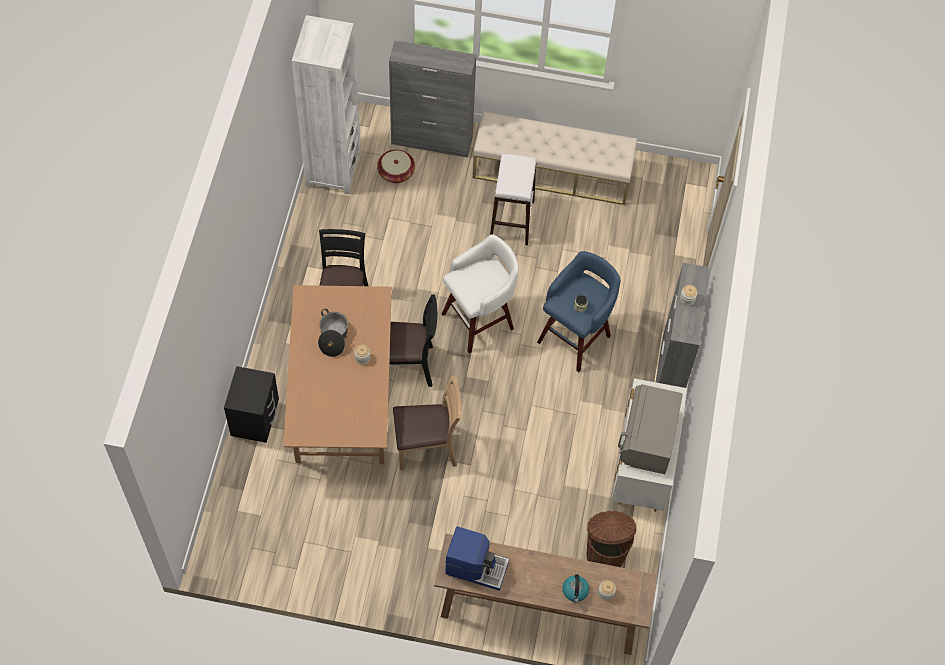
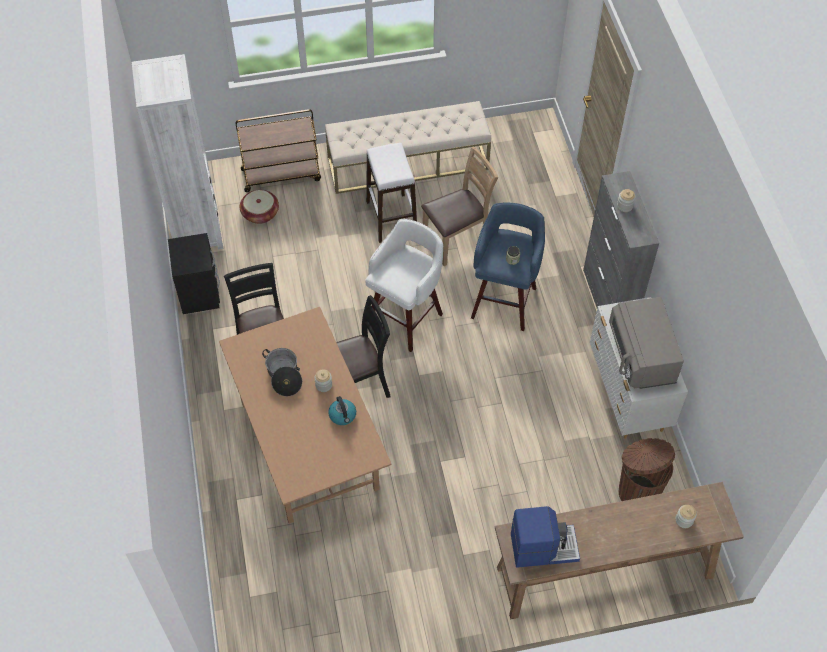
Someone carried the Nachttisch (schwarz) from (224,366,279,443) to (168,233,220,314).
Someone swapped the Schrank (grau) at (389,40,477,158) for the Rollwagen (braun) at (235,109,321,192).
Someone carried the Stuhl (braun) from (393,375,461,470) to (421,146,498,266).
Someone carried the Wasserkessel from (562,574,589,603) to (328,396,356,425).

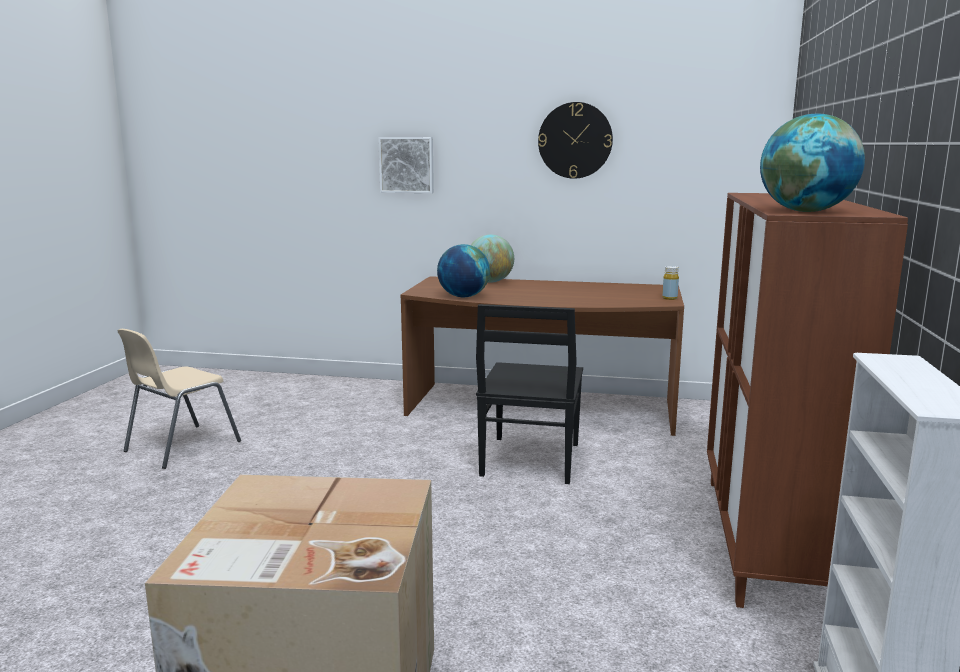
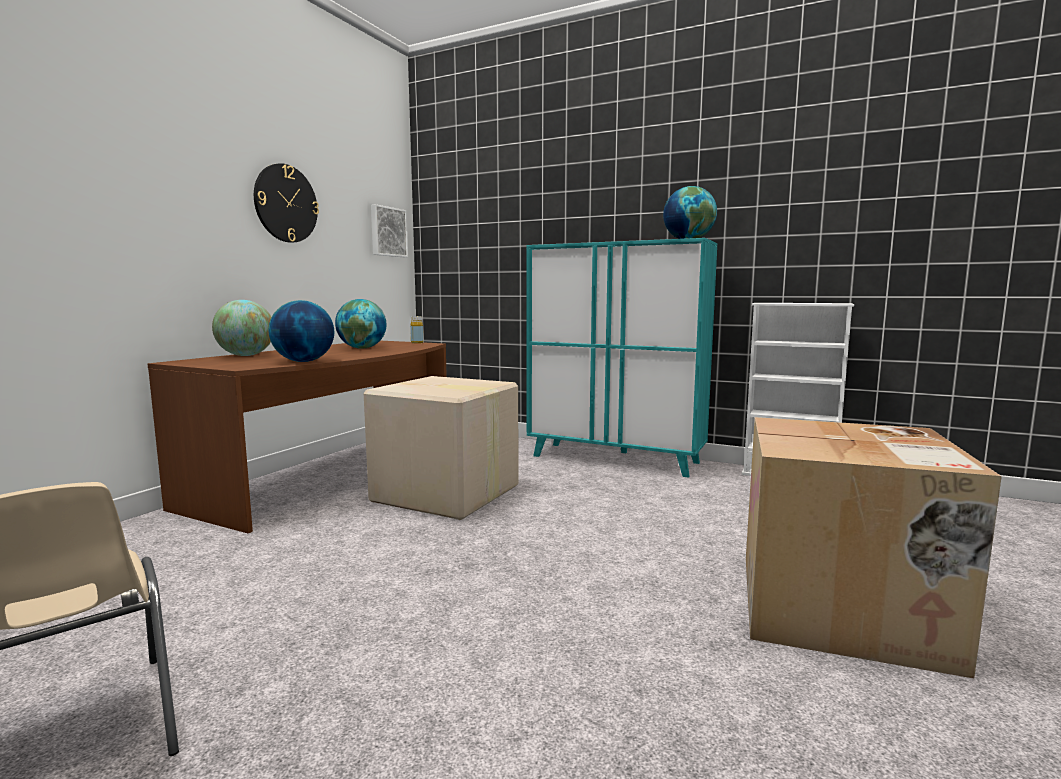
Someone carried the Bild from (378,137,434,193) to (371,204,408,257).
Someone swapped the Stuhl (schwarz) at (476,304,583,484) for the Karton at (364,376,519,520).
Someone repainted the Schrank (braun) at (707,193,908,608), which became the Schrank (türkis) at (526,238,717,478).
Someone put down the Globus at (335,299,386,349).

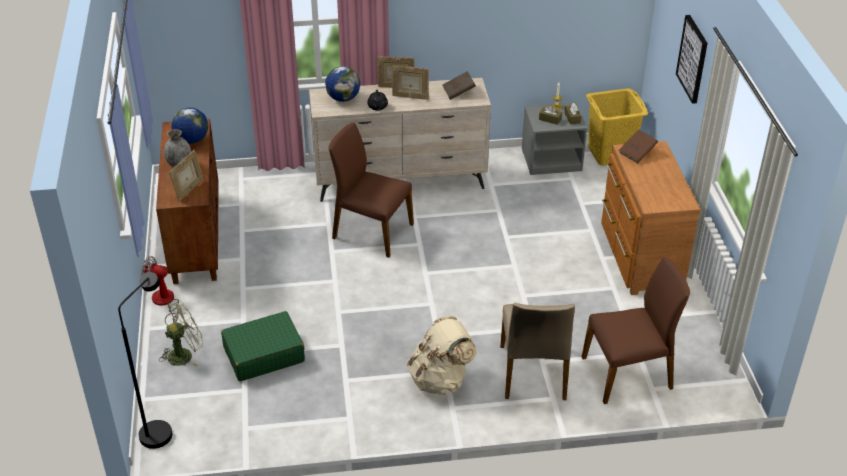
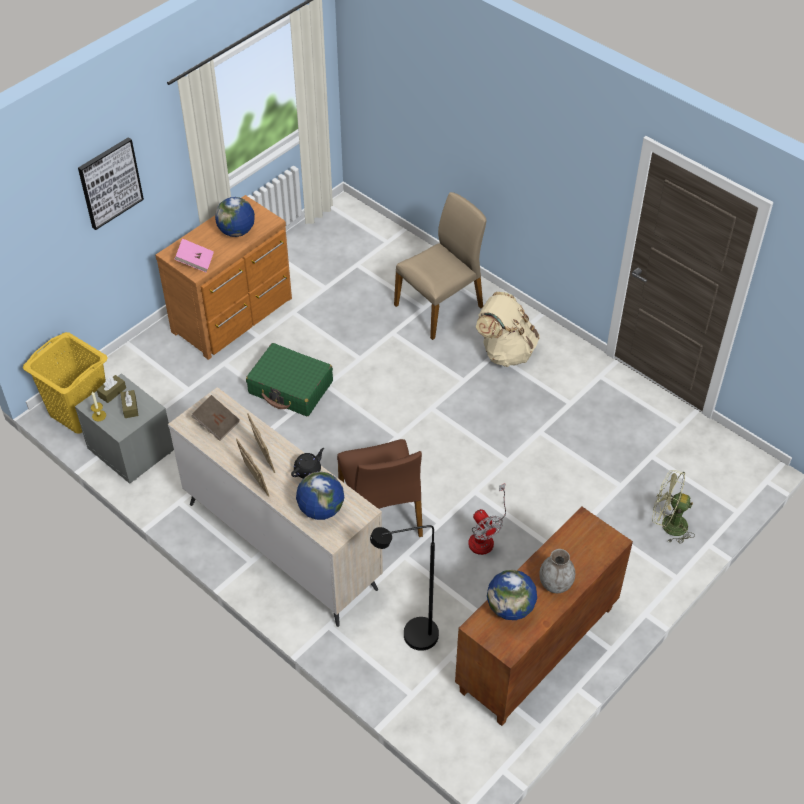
Someone carried the Stehlampe (schwarz) from (118,272,172,449) to (370,525,439,651).
Someone carried the Ventilator from (141,256,179,326) to (468,483,506,555).
Someone took away the Bilderrahmen at (169,150,204,201).
Someone carried the Koffer (grün) from (221,311,305,381) to (246,343,333,416).
Someone took away the Stuhl (braun) at (582,257,690,404).
Someone repainted the Buch (braun) at (619,129,658,164), which became the Buch (rosa) at (174,238,214,272).
Someone put down the Globus at (215,197,255,237).

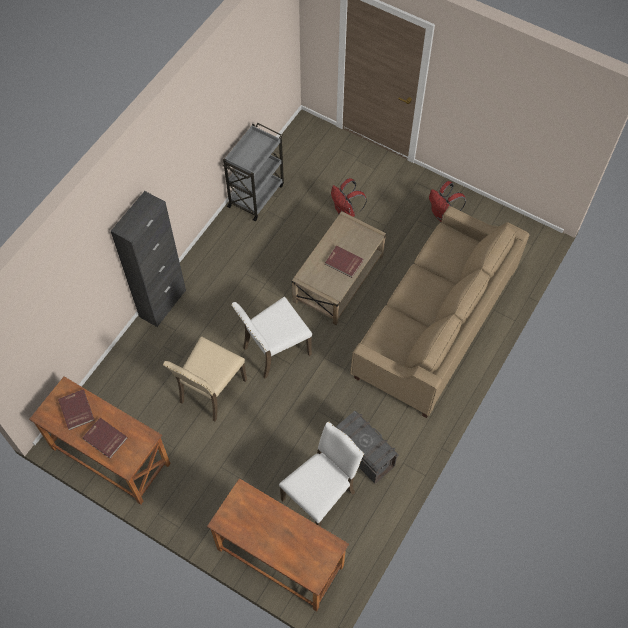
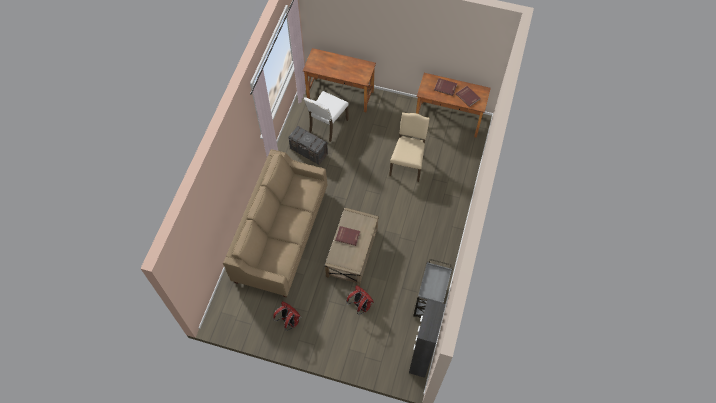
Someone carried the Schrank (schwarz) from (111,191,186,327) to (409,299,446,378).
Someone took away the Stuhl (weiß) at (231,297,312,378).

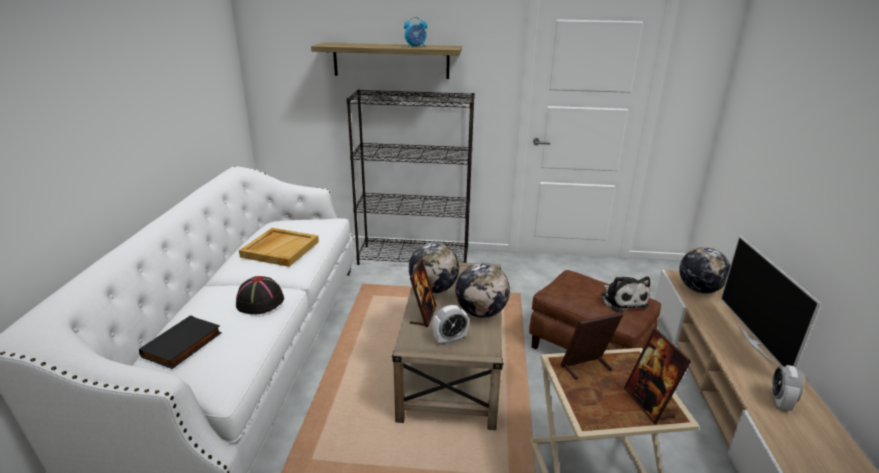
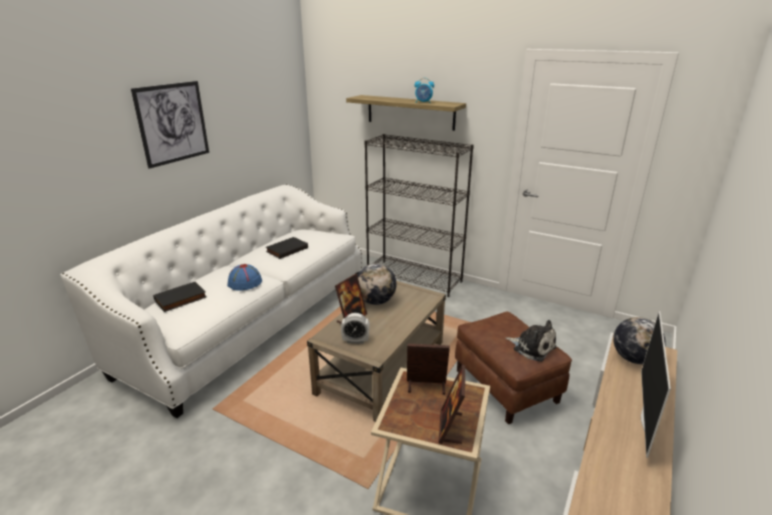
Someone repainted the Hut (schwarz) at (236,276,284,315), which became the Hut (blau) at (227,264,262,291).
Someone swapped the Tablett (beige) at (239,228,319,267) for the Buch (schwarz) at (266,237,308,259).
Someone took away the Globus at (455,263,510,318).
Someone rotated the Plüschtier at (601,276,650,312) by 60 degrees counterclockwise.
Someone took away the Wecker at (772,365,804,411).
Someone put up the Bild at (131,81,209,169).

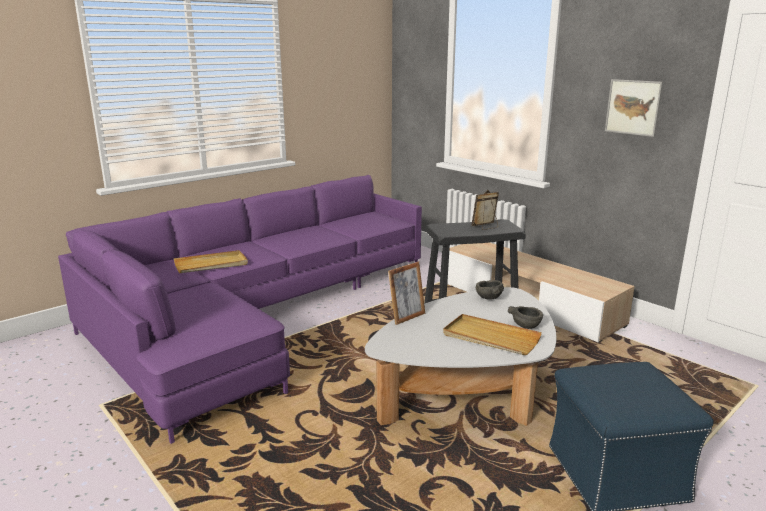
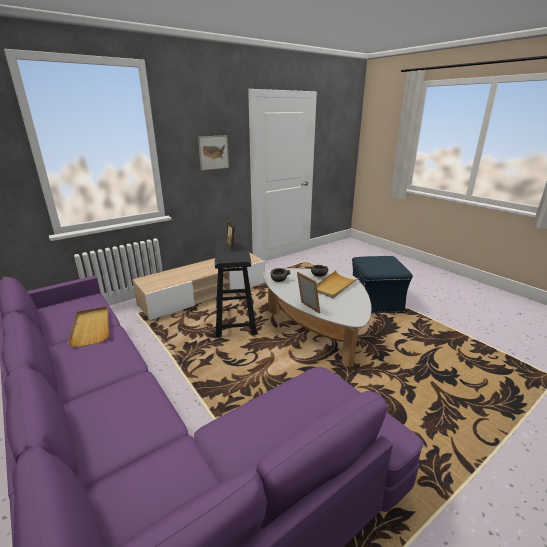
Someone carried the Tablett (beige) from (174,250,248,273) to (68,307,109,347).

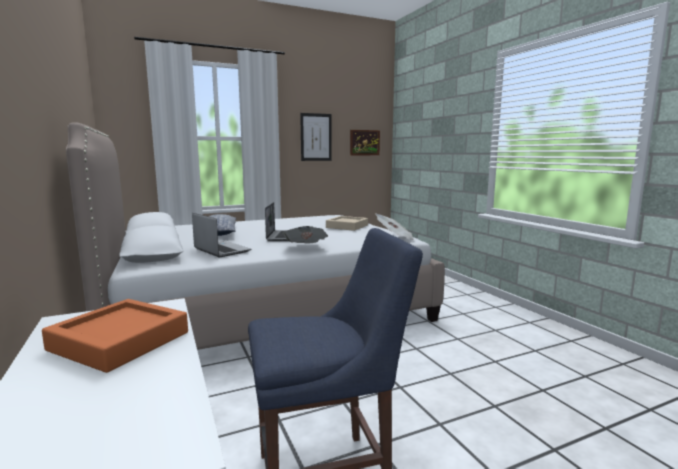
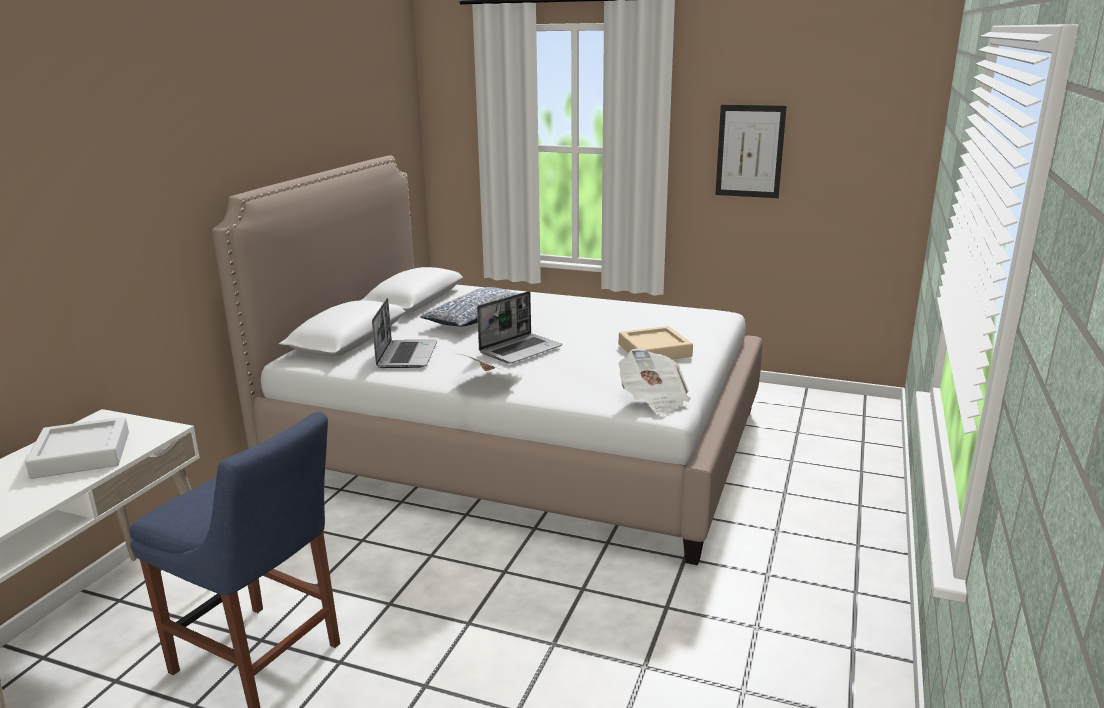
Someone repainted the Tablett (orange) at (42,299,188,373), which became the Tablett (grau) at (25,417,129,479).
Someone took away the Bild at (350,130,380,155).

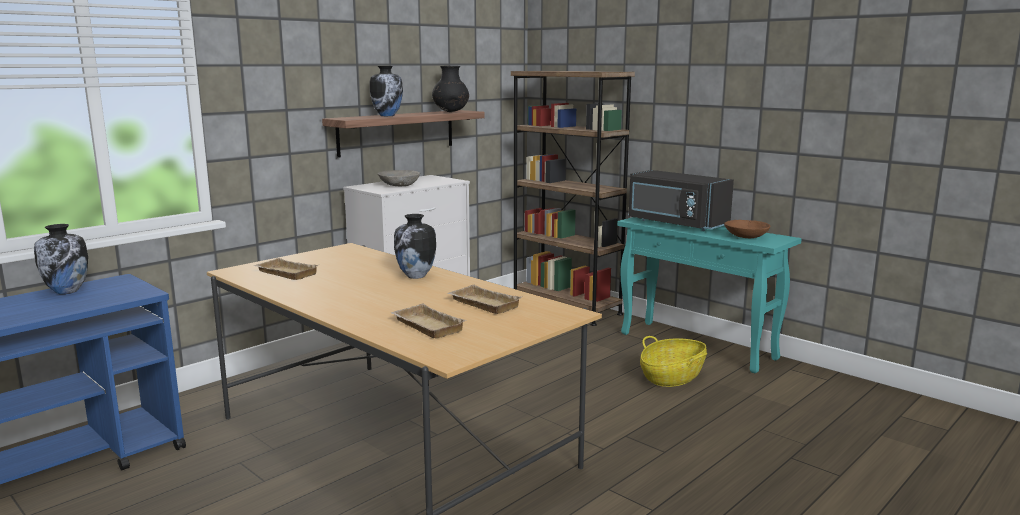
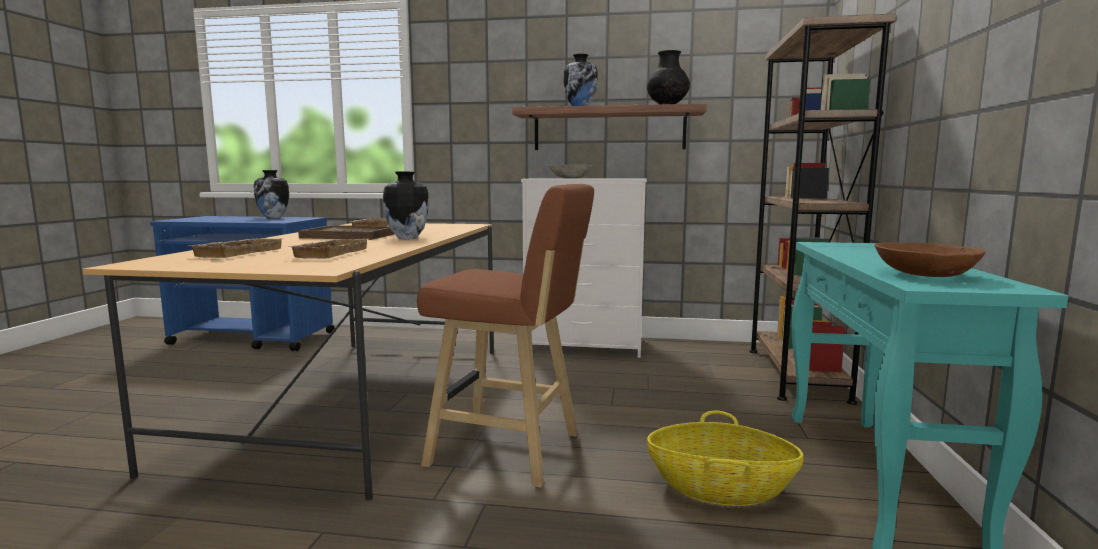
Someone took away the Mikrowelle (schwarz) at (629,170,734,231).
Someone put down the Tablett (braun) at (298,225,394,240).
Someone put down the Hocker (braun) at (417,184,594,488).

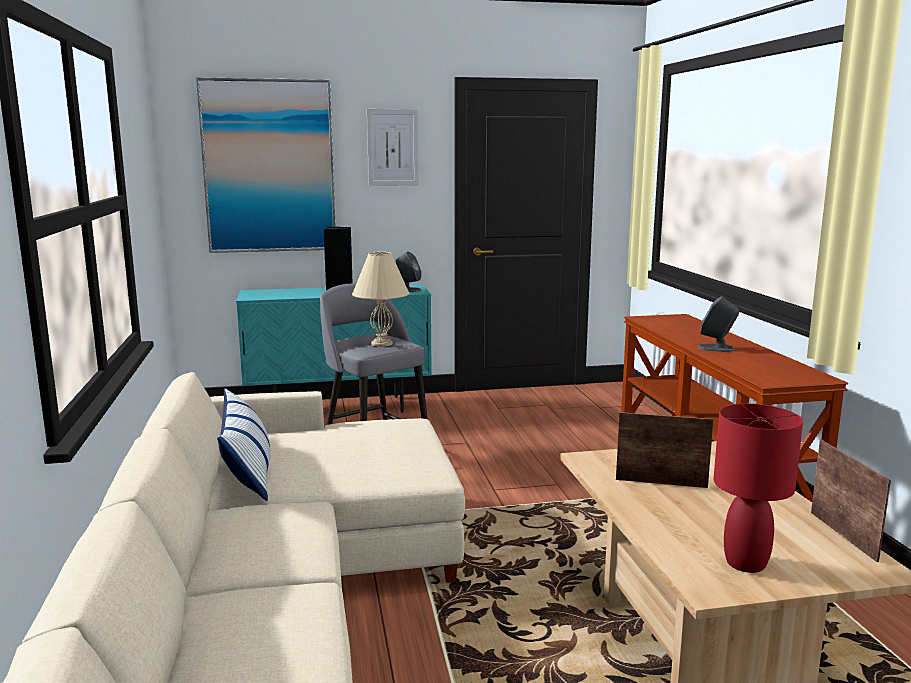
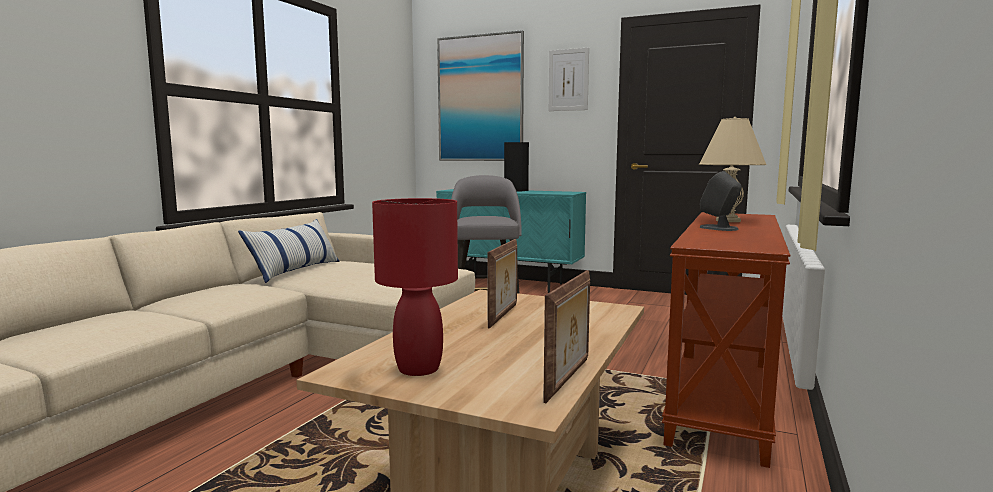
Someone carried the Tischlampe (beige) from (352,251,409,347) to (699,117,766,222).
Someone took away the Lautsprecher (grau) at (395,252,422,292).
Someone rotated the Bilderrahmen at (616,412,714,488) by 60 degrees clockwise.

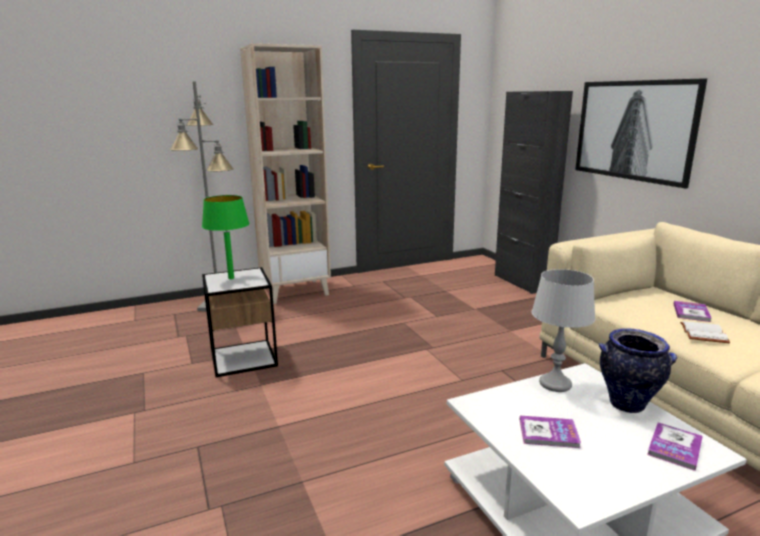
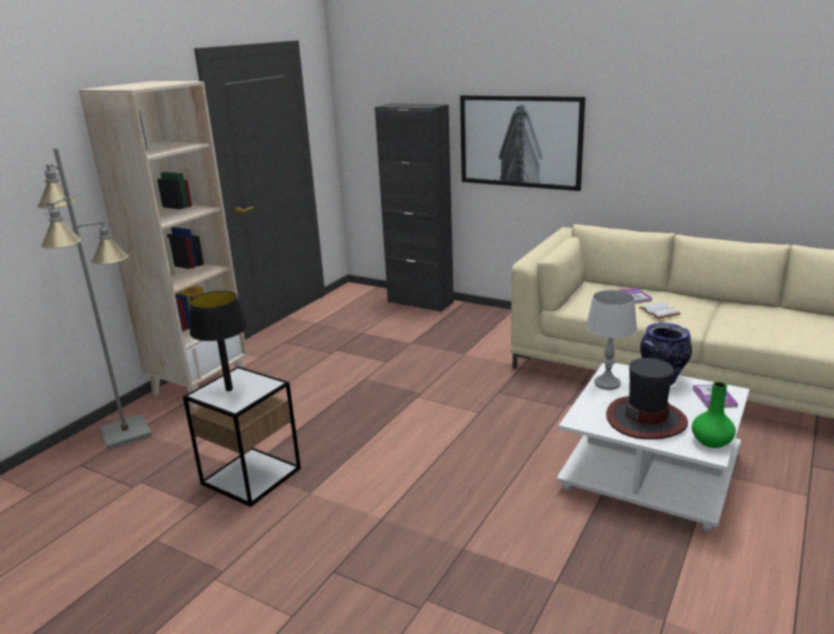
Someone repainted the Tischlampe (grün) at (202,195,250,279), which became the Tischlampe (schwarz) at (190,291,247,391).
Someone swapped the Buch at (520,416,581,448) for the Hut at (606,358,688,440).
Someone put down the Vase (grün) at (692,382,736,448).

